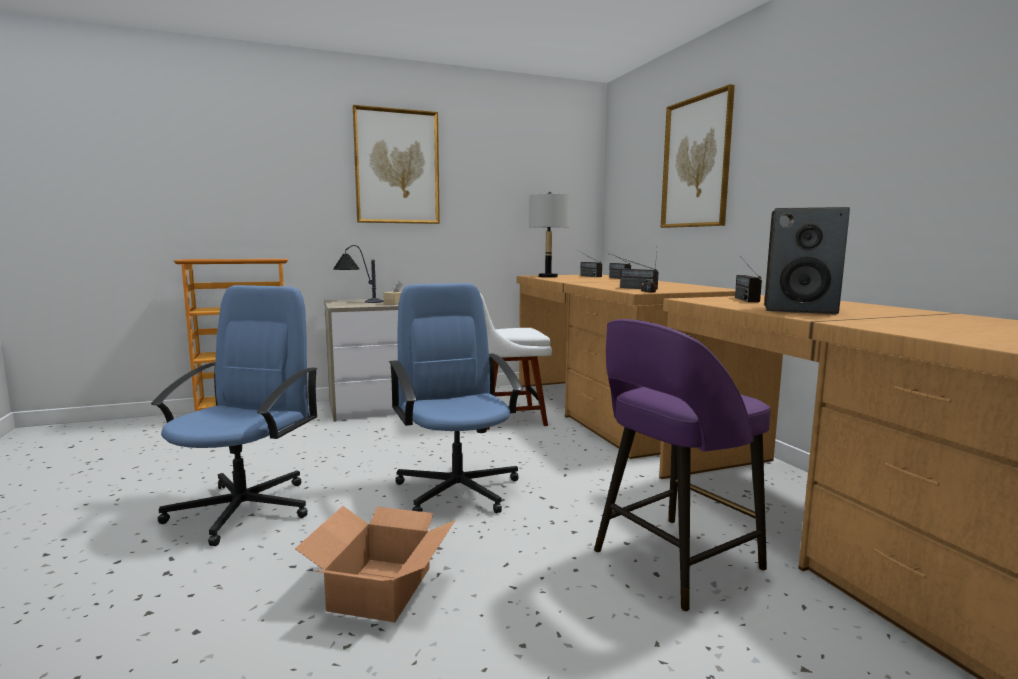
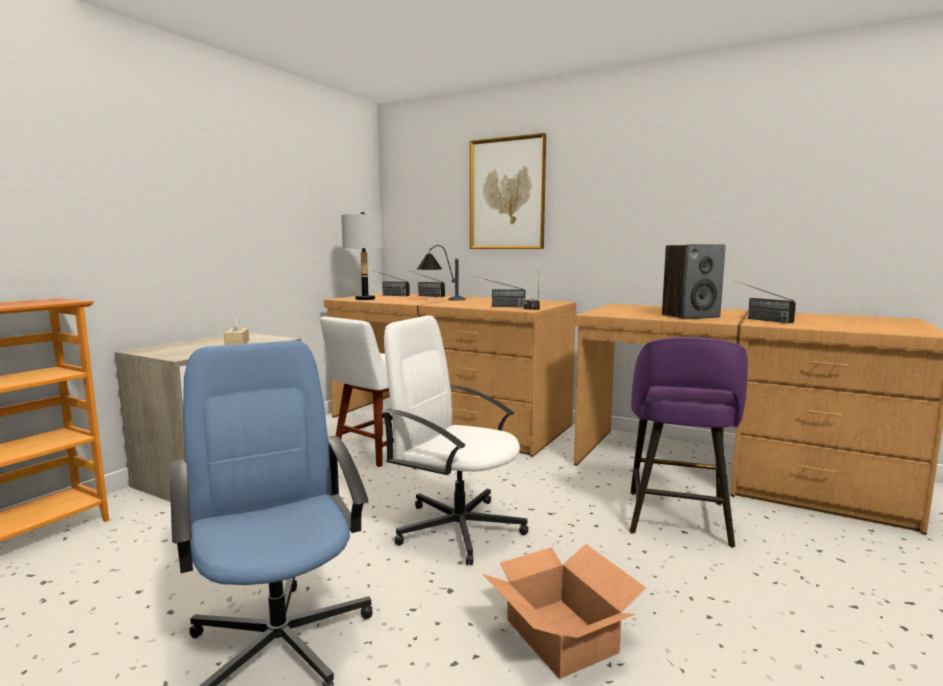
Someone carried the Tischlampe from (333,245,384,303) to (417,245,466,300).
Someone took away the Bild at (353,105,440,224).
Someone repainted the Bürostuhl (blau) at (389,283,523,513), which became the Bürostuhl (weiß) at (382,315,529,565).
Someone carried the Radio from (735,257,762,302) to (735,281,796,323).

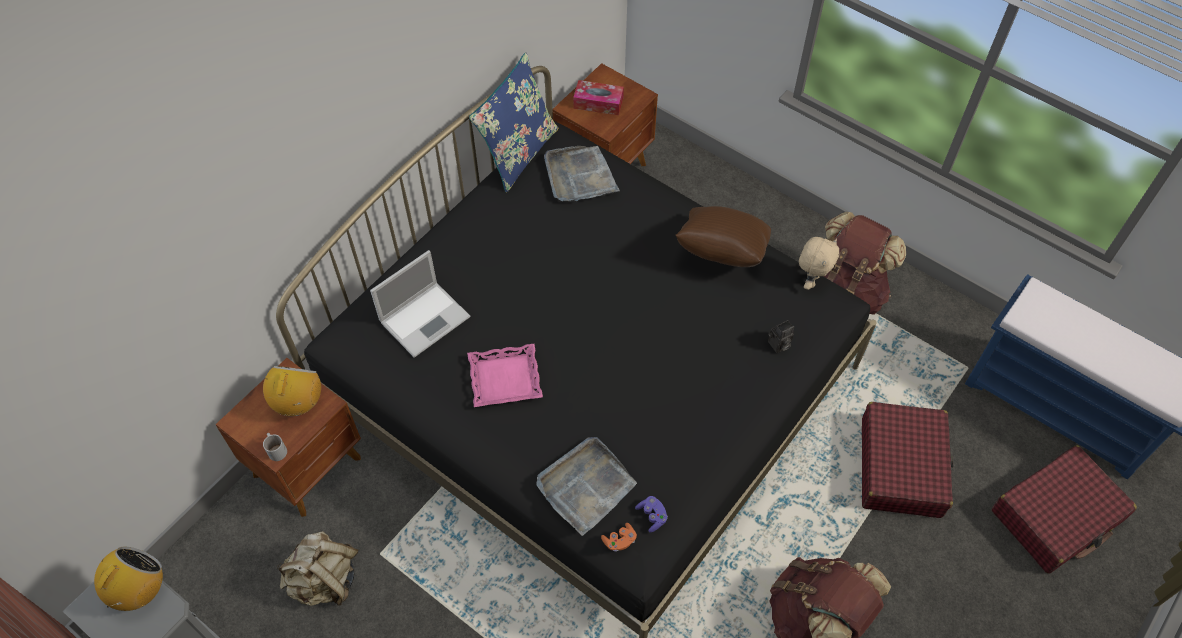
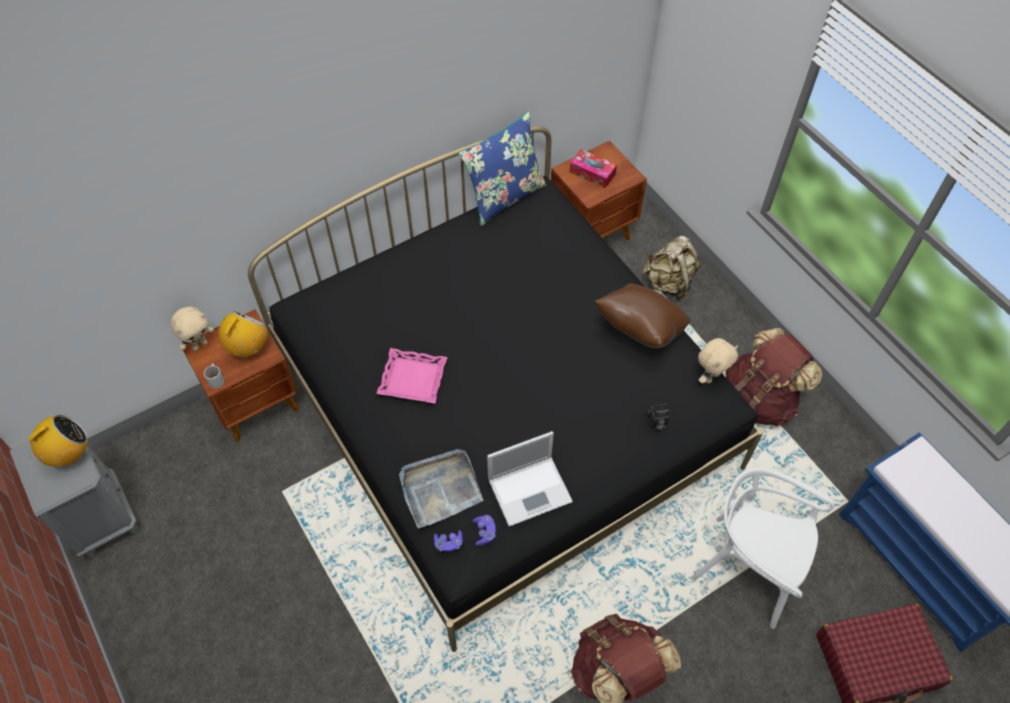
Someone carried the Rucksack (beige) from (277,531,358,606) to (643,236,701,300).
Someone carried the Laptop from (370,250,470,358) to (487,431,573,527).
Someone took away the Tablett (grau) at (544,146,620,202).
Someone repainted the Gamepad (orange) at (601,523,637,552), which became the Gamepad (lila) at (434,530,463,552).
Someone swapped the Koffer (rot) at (862,402,953,518) for the Stuhl (weiß) at (691,468,835,629).
Someone put down the Plüschtier (beige) at (170,306,214,351).

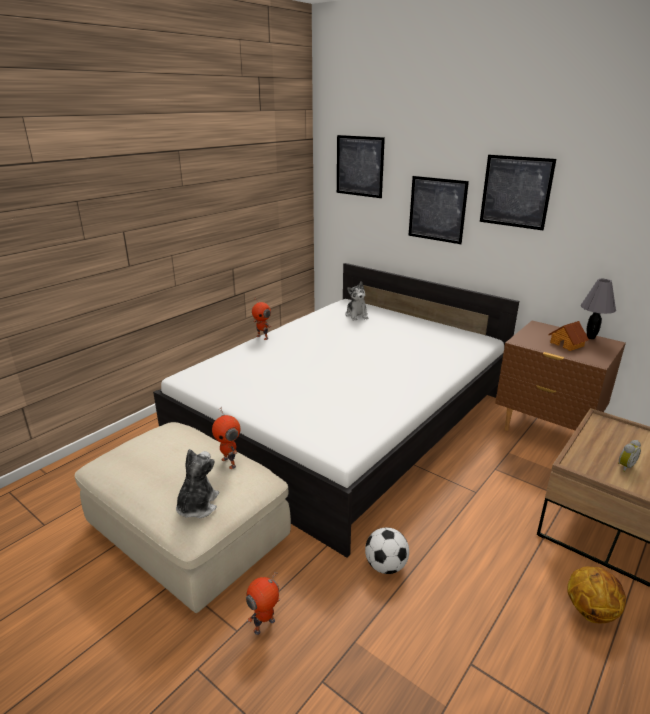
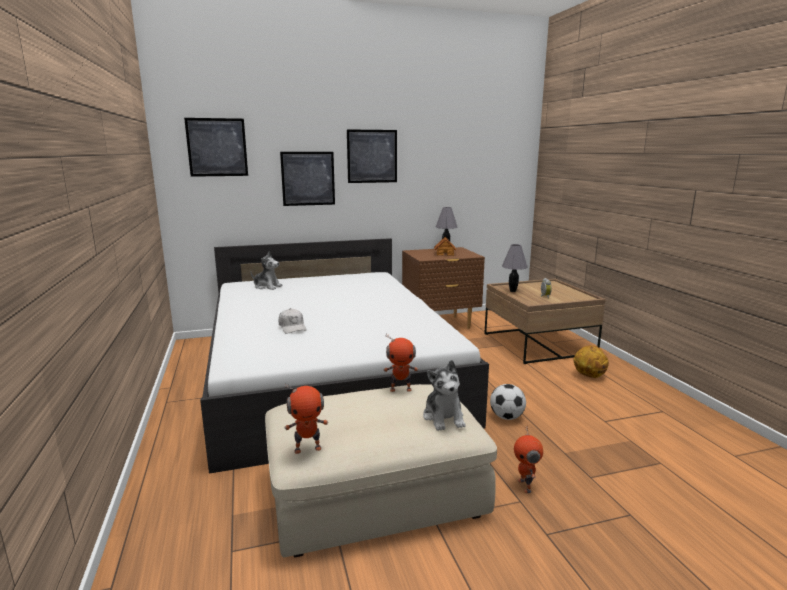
Someone rotated the Plüschtier at (176,449,219,518) by 150 degrees counterclockwise.
Someone carried the Spielzeugroboter from (252,298,271,340) to (284,383,328,454).
Someone put down the Kappe (weiß) at (279,308,307,334).
Someone put down the Tischlampe (grau) at (502,244,528,292).

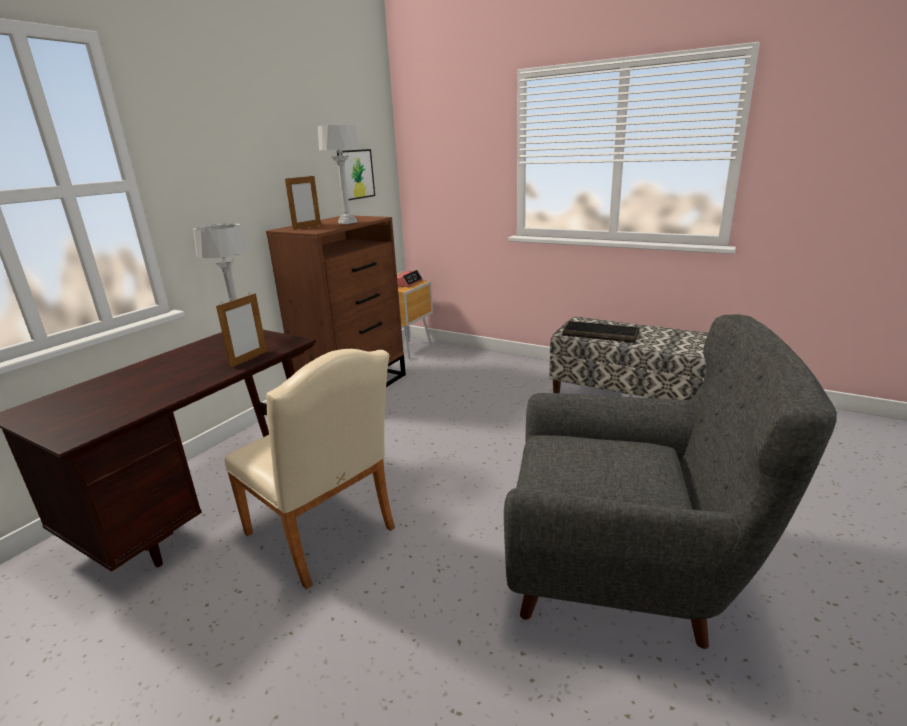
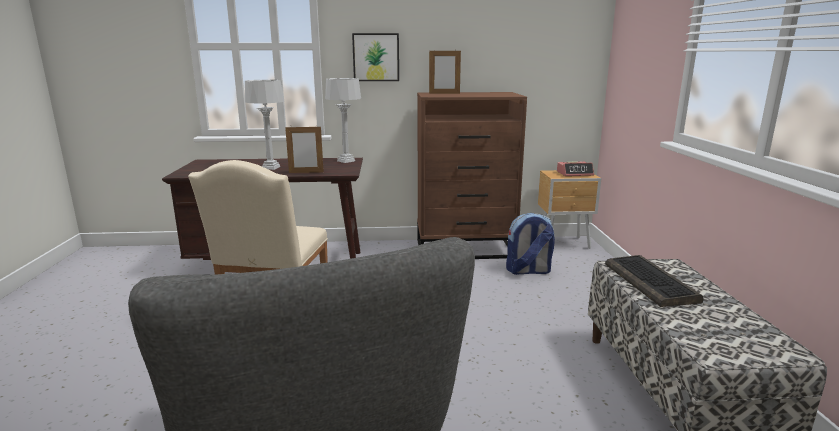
Someone carried the Tischlampe (grau) from (318,125,360,224) to (245,80,284,170).
Someone carried the Bild from (337,149,375,200) to (352,33,399,81).
Someone put down the Rucksack at (506,213,555,275).

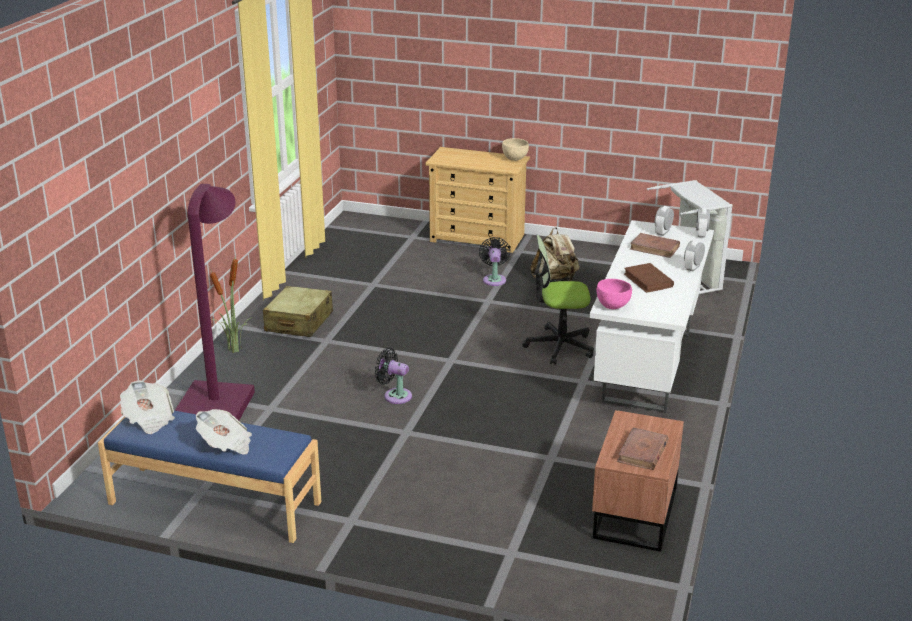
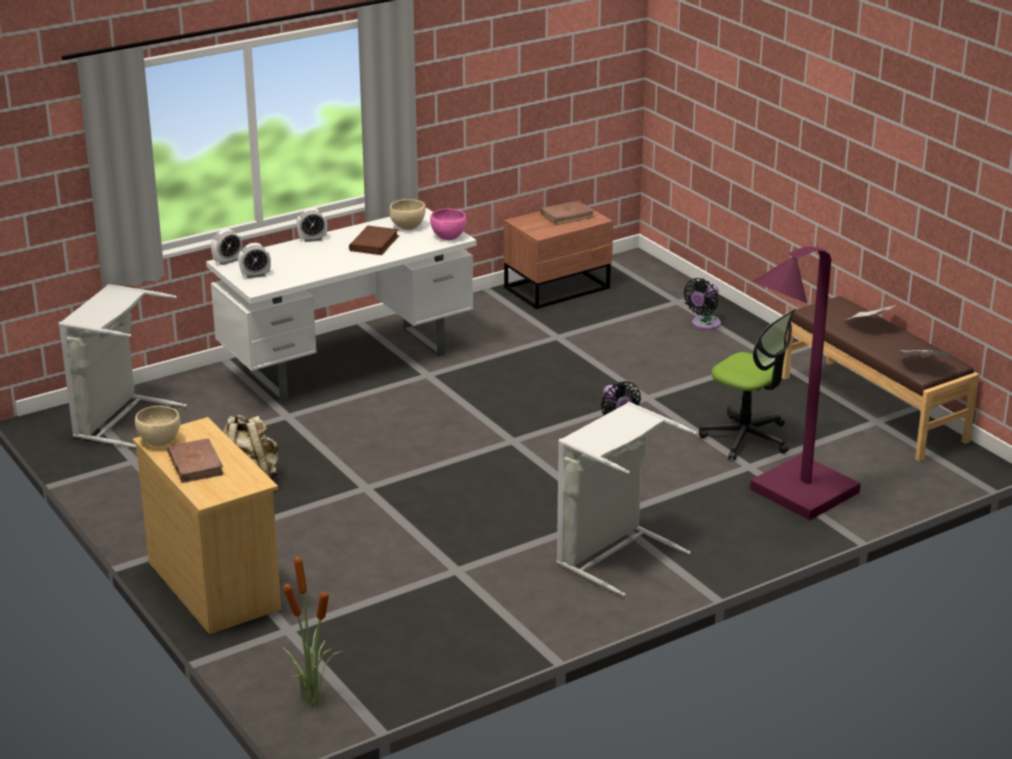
Someone repainted the Bank (blau) at (98,411,321,543), which became the Bank (braun) at (782,296,979,461).
Someone carried the Topfpflanze from (210,258,253,353) to (282,550,343,707).
Someone swapped the Koffer (beige) at (263,286,333,337) for the Wäschekorb (grau) at (556,401,697,596).
Someone carried the Ventilator (schwarz) from (479,237,511,286) to (684,278,721,330).
Someone carried the Bürostuhl from (522,235,594,365) to (699,309,795,460).
Someone carried the Buch (braun) from (630,233,680,258) to (167,438,224,483).
Someone put down the Schüssel (beige) at (389,199,426,230).

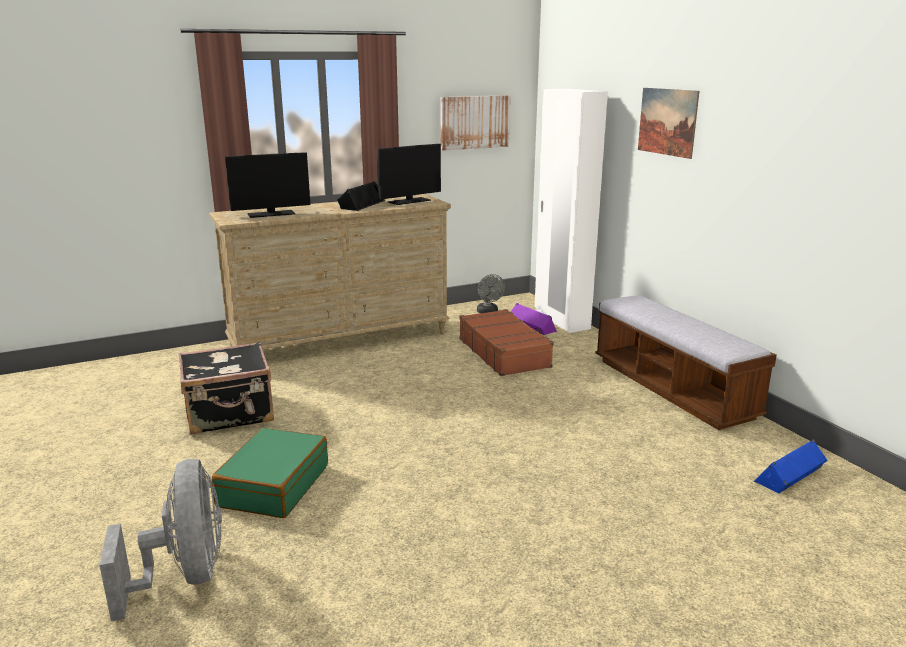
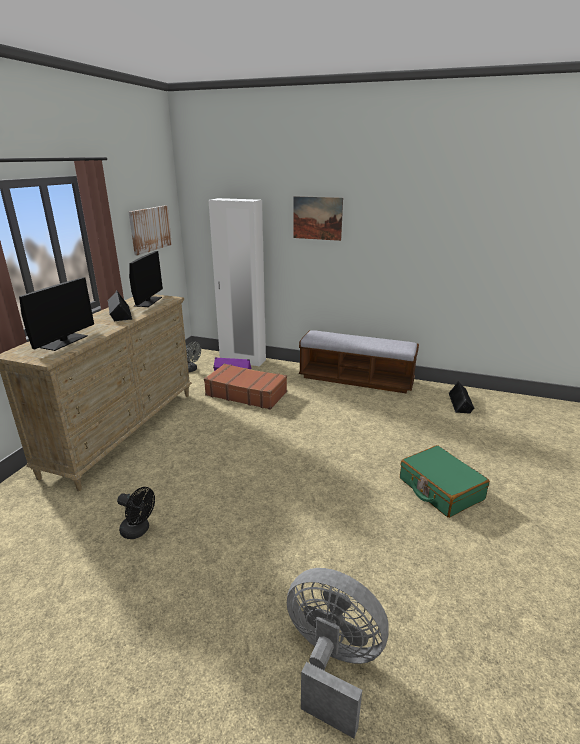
Someone swapped the Koffer (schwarz) at (178,342,274,434) for the Ventilator (schwarz) at (117,487,155,539).
Someone carried the Koffer (grün) from (211,428,328,518) to (400,445,490,518).
Someone repainted the Lautsprecher (blau) at (754,439,827,493), which became the Lautsprecher (schwarz) at (449,381,474,414).

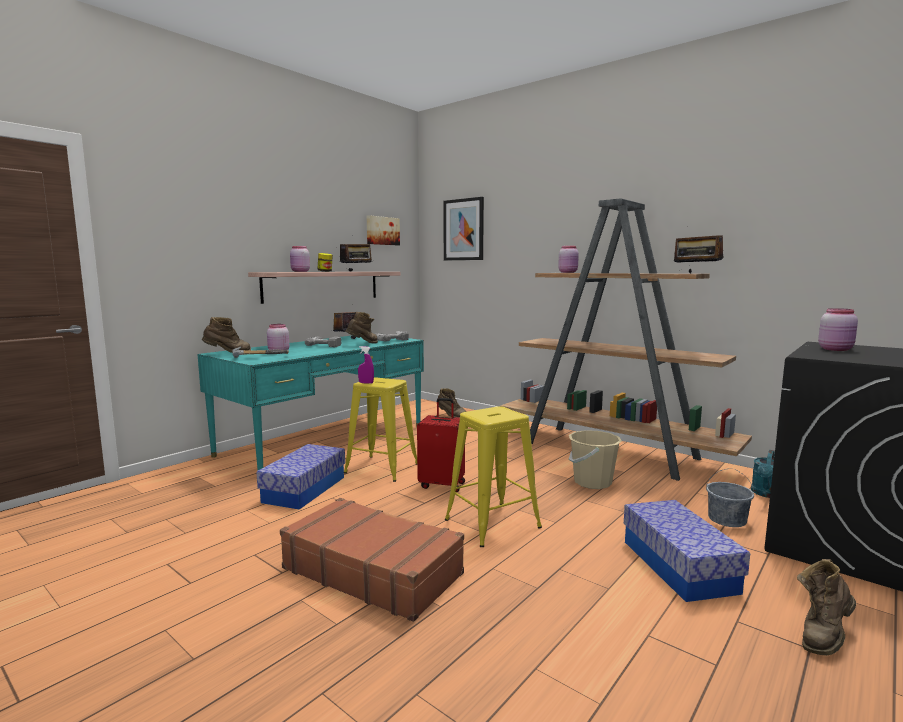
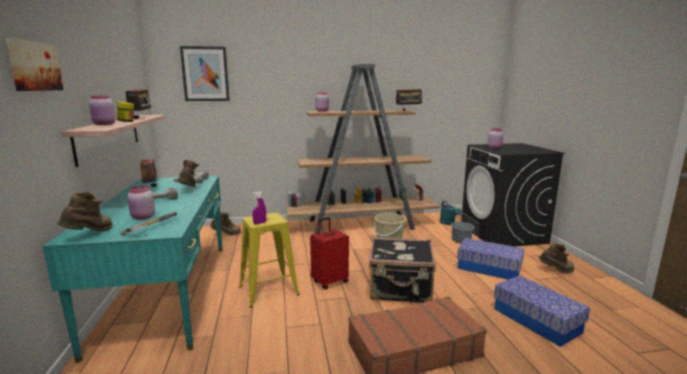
Someone carried the Aufbewahrungsbox from (256,444,345,510) to (494,275,590,347).
Someone carried the Bild from (367,215,400,245) to (5,38,63,91).
Someone swapped the Hocker (gelb) at (445,406,542,547) for the Koffer (schwarz) at (369,237,436,303).
Someone rotated the Stiefel (braun) at (797,559,856,656) by 90 degrees counterclockwise.

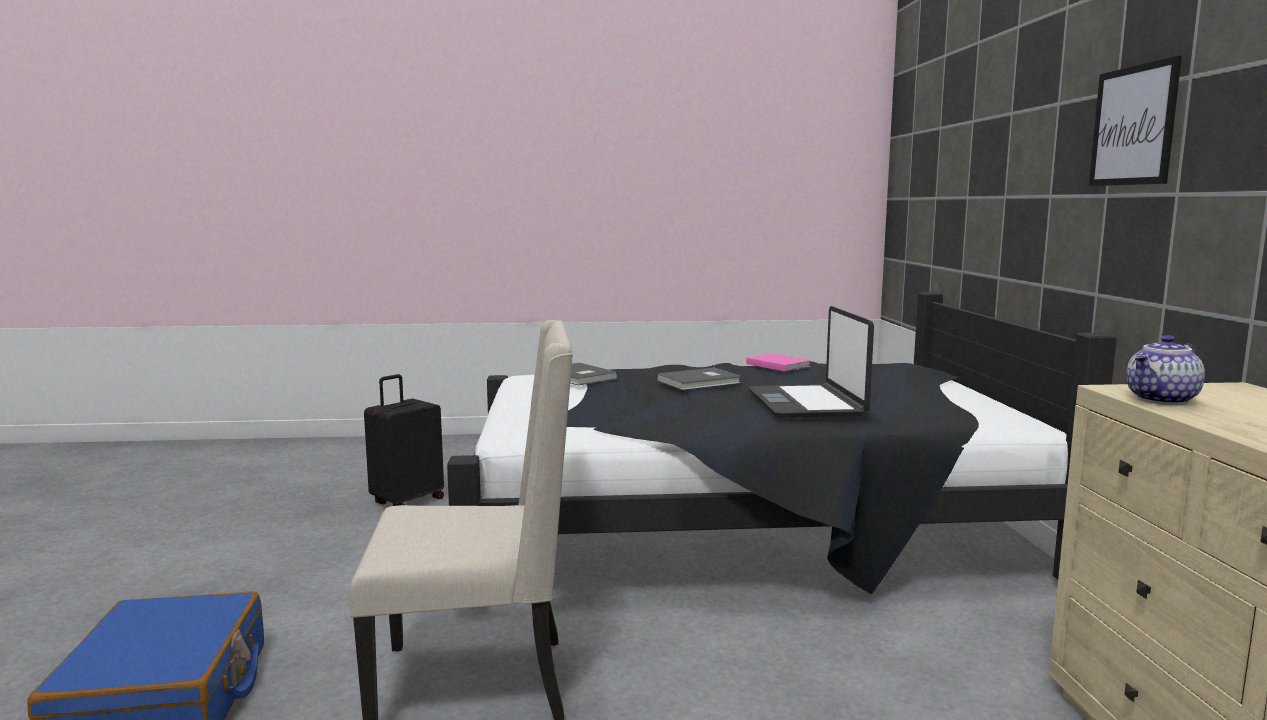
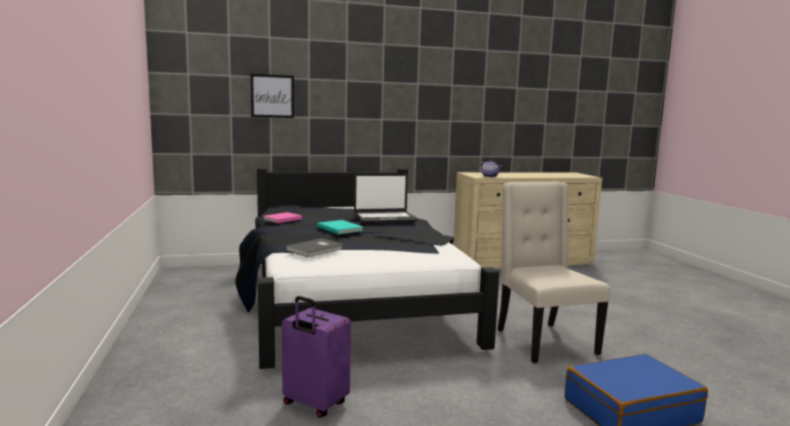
Someone repainted the Koffer (schwarz) at (364,374,444,506), which became the Koffer (lila) at (282,296,351,418).
Someone repainted the Buch (grau) at (657,368,741,390), which became the Buch (türkis) at (317,220,363,234).
Someone carried the Bild from (1089,56,1182,186) to (251,74,294,118).

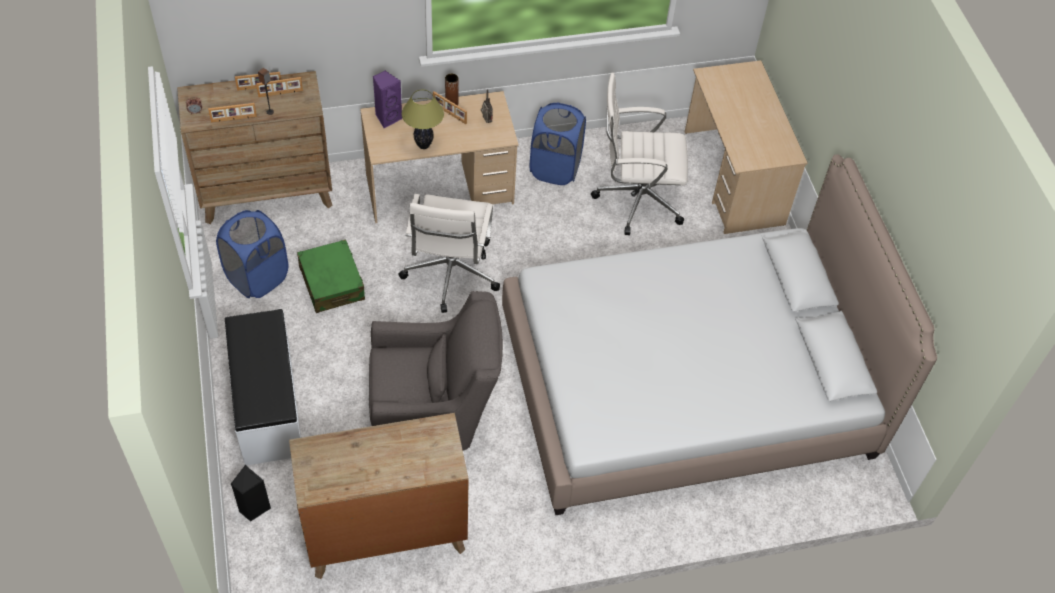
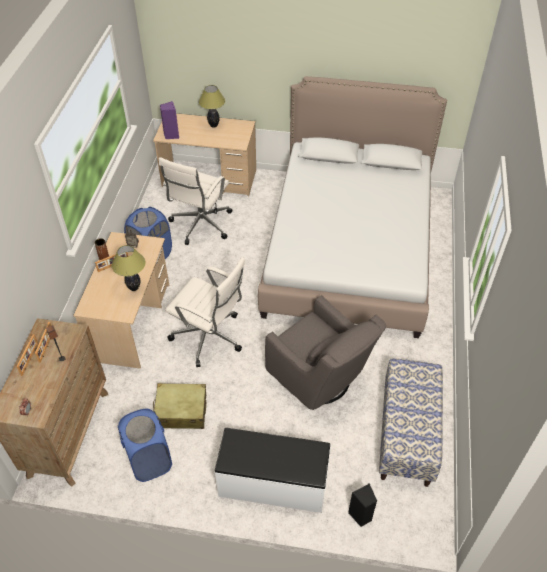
Someone took away the Bilderrahmen at (208,103,257,122).
Someone swapped the Kommode (braun) at (289,413,469,579) for the Bank at (379,358,443,487).
Someone repainted the Koffer (grün) at (297,239,365,313), which became the Koffer (beige) at (153,383,207,429).
Someone rotated the Sessel (grau) at (369,291,503,450) by 120 degrees clockwise.
Someone carried the Lautsprecher (lila) from (373,71,402,128) to (160,101,179,139).
Someone put down the Tischlampe at (199,85,225,128).

